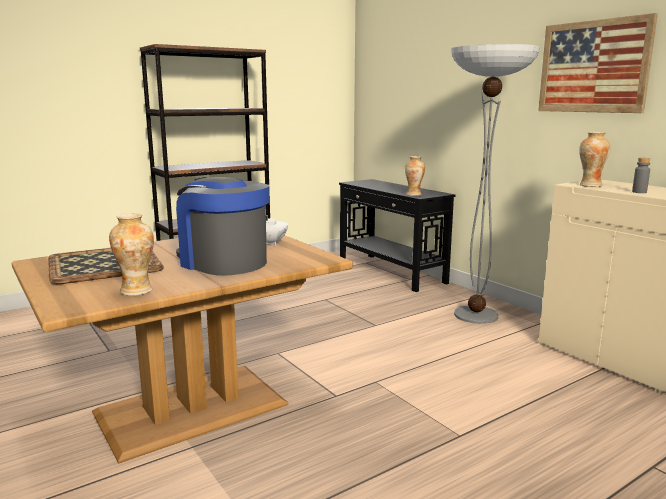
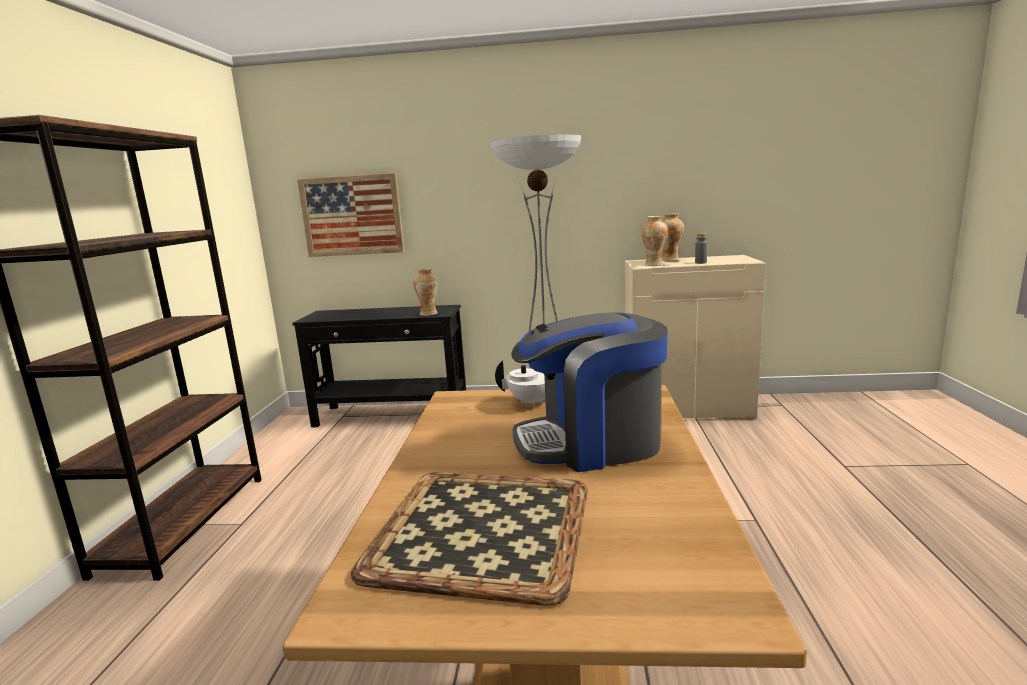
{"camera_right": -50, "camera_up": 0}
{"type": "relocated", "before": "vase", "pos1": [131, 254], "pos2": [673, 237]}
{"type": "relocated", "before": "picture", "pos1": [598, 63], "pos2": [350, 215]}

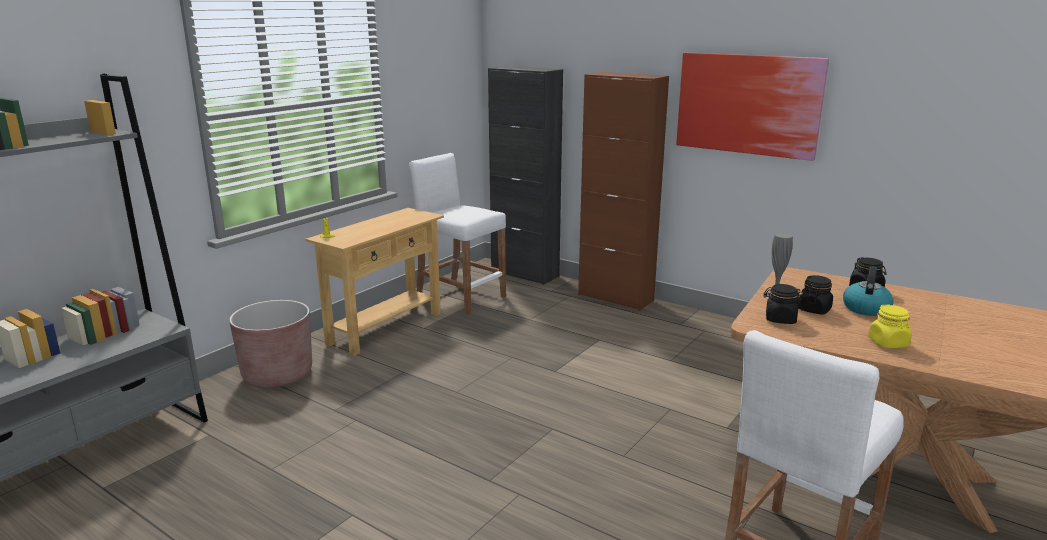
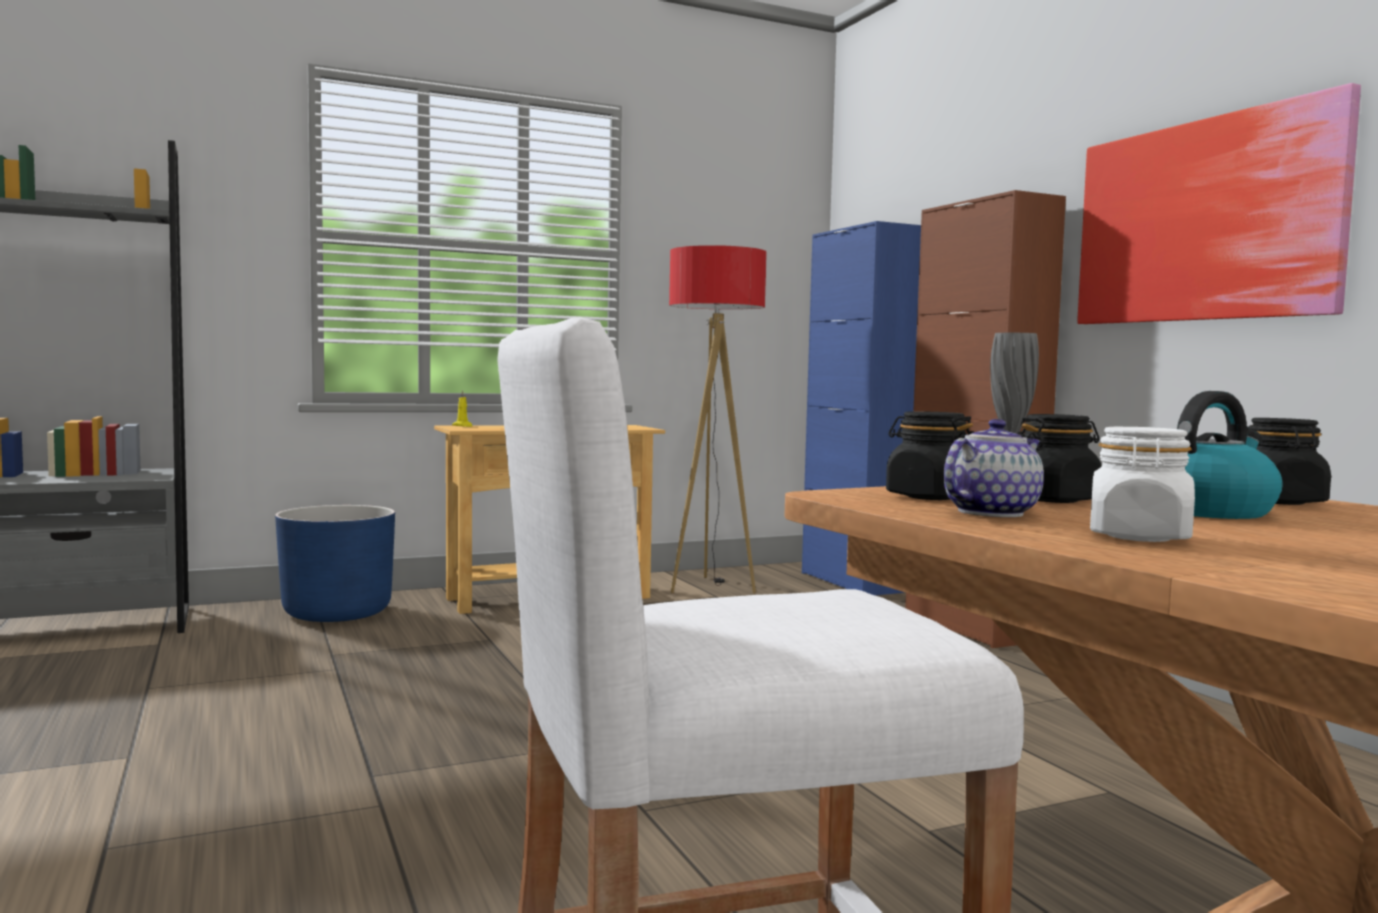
{"camera_right": 30, "camera_up": -15}
{"type": "colour", "before": "planter/brown", "after": "planter/blue", "pos1": [270, 344], "pos2": [335, 563]}
{"type": "exchanged", "before": "stool/white", "after": "floor lamp", "pos1": [457, 233], "pos2": [718, 419]}
{"type": "colour", "before": "cabinet/black", "after": "cabinet/blue", "pos1": [525, 175], "pos2": [861, 408]}
{"type": "colour", "before": "jar/yellow", "after": "jar/white", "pos1": [890, 326], "pos2": [1142, 484]}
{"type": "appeared", "after": "teapot", "pos2": [994, 468]}

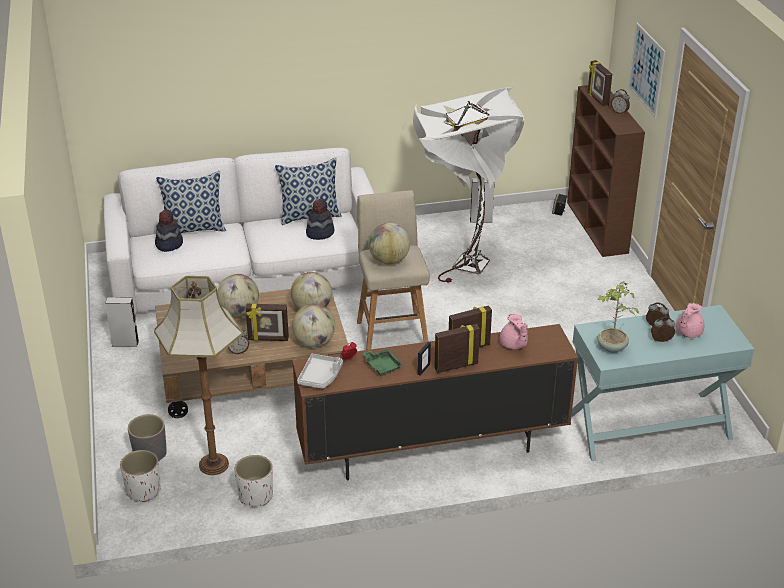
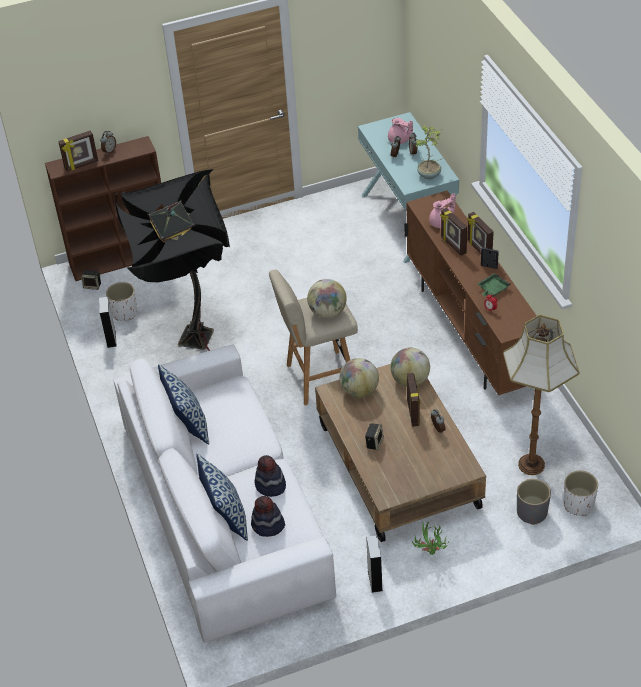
{"camera_right": -95, "camera_up": 10}
{"type": "exchanged", "before": "globe", "after": "speaker", "pos1": [238, 294], "pos2": [374, 436]}
{"type": "relocated", "before": "planter/white", "pos1": [253, 480], "pos2": [121, 301]}
{"type": "missing", "before": "tray/grey", "pos1": [320, 371]}
{"type": "relocated", "before": "hat", "pos1": [320, 219], "pos2": [270, 476]}
{"type": "colour", "before": "floor lamp/white", "after": "floor lamp/black", "pos1": [468, 185], "pos2": [173, 260]}
{"type": "missing", "before": "picture", "pos1": [646, 70]}
{"type": "appeared", "after": "potted plant", "pos2": [431, 538]}

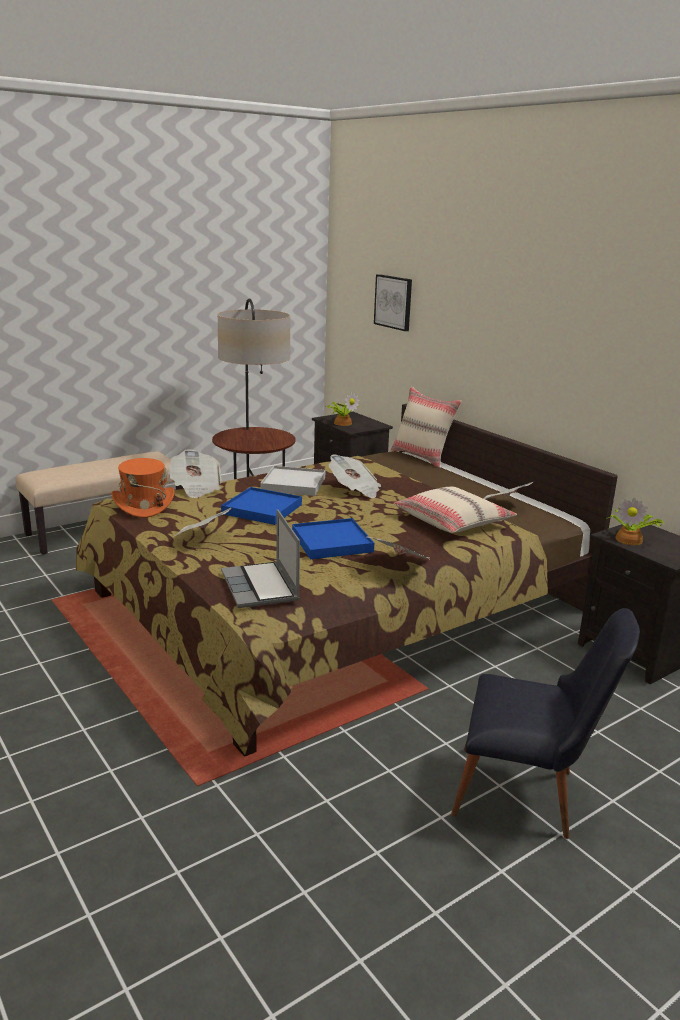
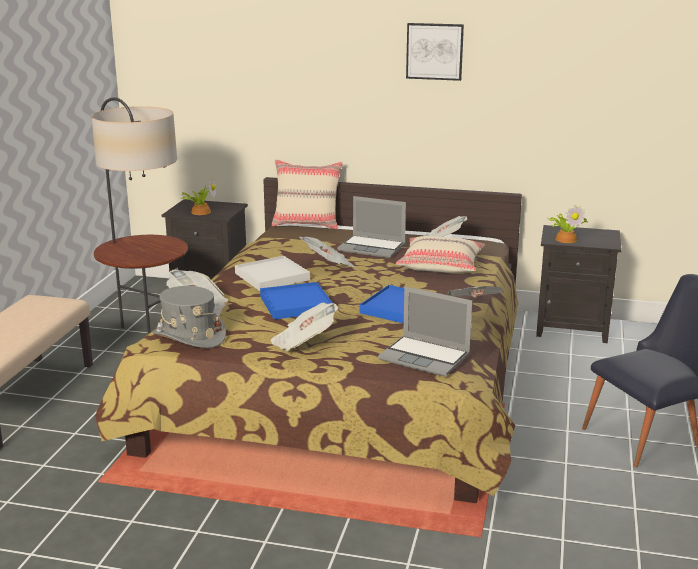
{"camera_right": -40, "camera_up": 0}
{"type": "colour", "before": "hat/orange", "after": "hat/grey", "pos1": [143, 488], "pos2": [189, 317]}
{"type": "relocated", "before": "picture", "pos1": [393, 302], "pos2": [435, 52]}
{"type": "appeared", "after": "laptop", "pos2": [371, 227]}

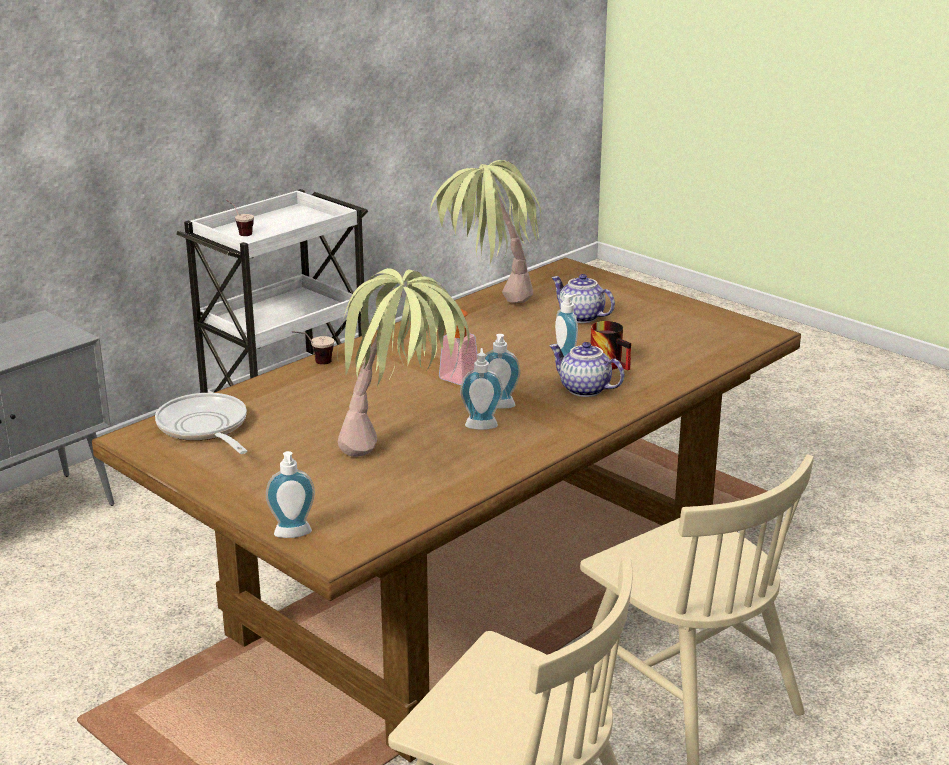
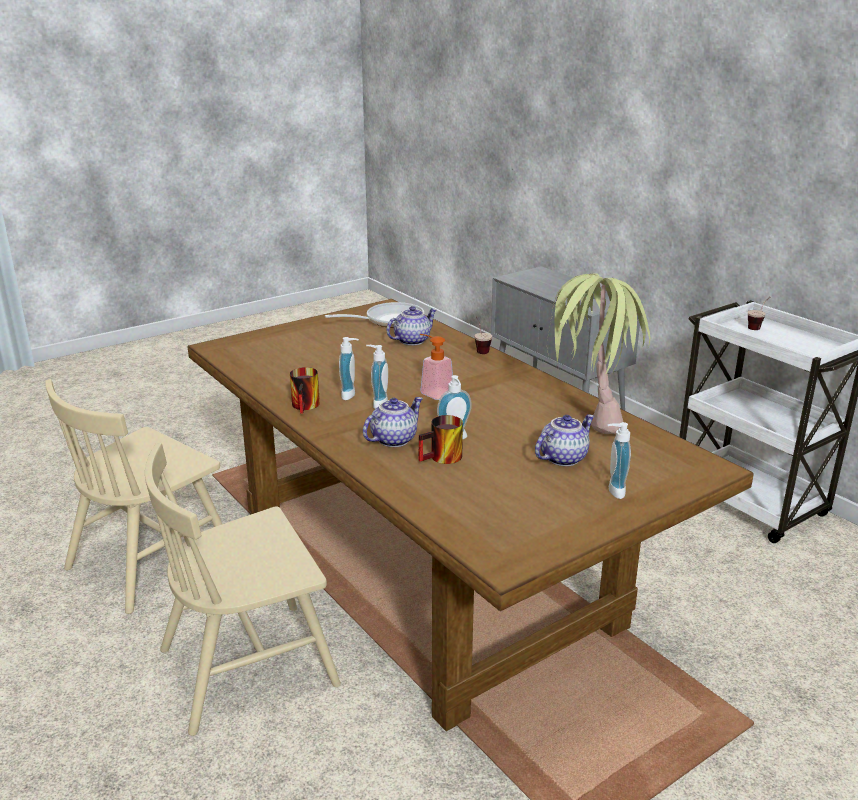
{"camera_right": 100, "camera_up": 0}
{"type": "relocated", "before": "soap dispenser", "pos1": [290, 494], "pos2": [619, 460]}
{"type": "missing", "before": "potted plant", "pos1": [403, 362]}
{"type": "appeared", "after": "mug", "pos2": [305, 390]}
{"type": "appeared", "after": "teapot", "pos2": [412, 325]}

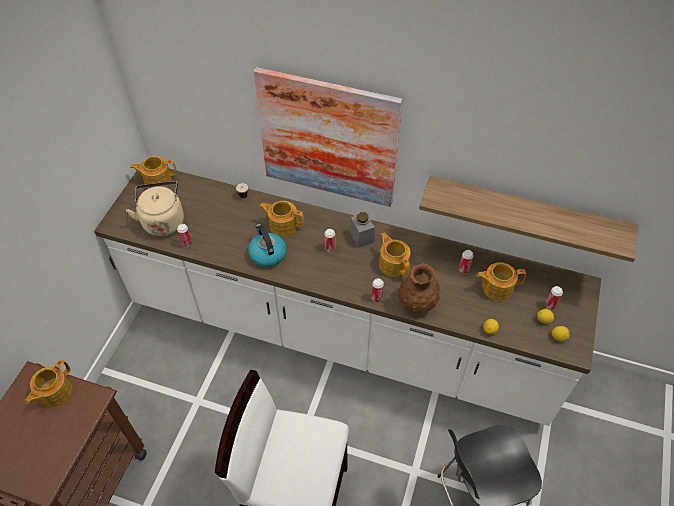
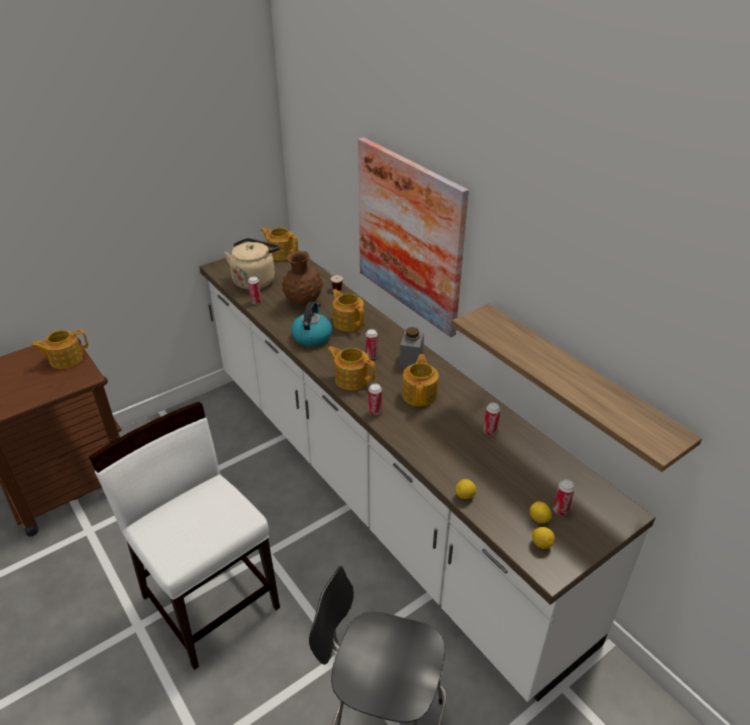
{"camera_right": 35, "camera_up": -15}
{"type": "relocated", "before": "vase/brown", "pos1": [419, 288], "pos2": [302, 278]}
{"type": "relocated", "before": "teapot", "pos1": [501, 281], "pos2": [351, 368]}

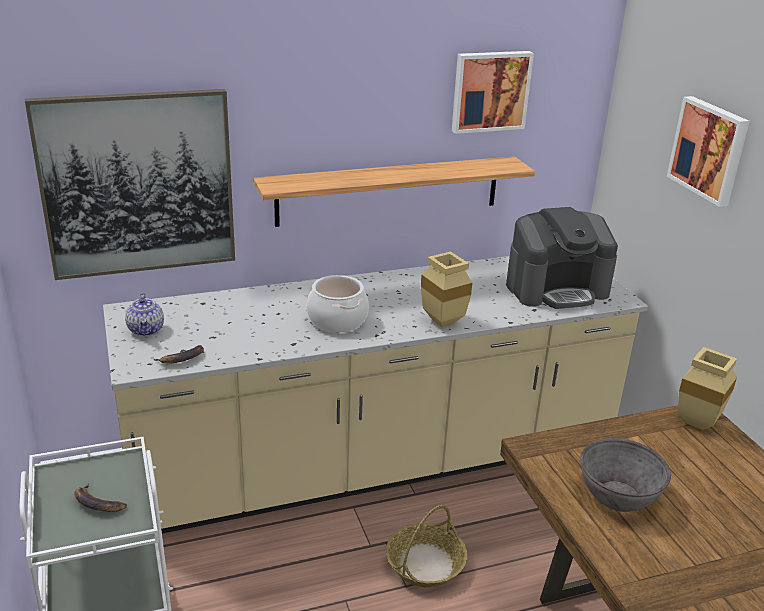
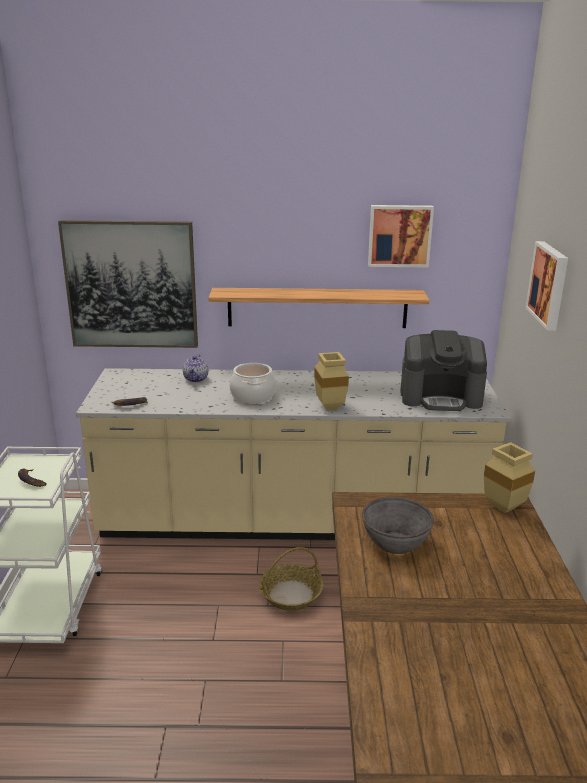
{"camera_right": 20, "camera_up": -5}
{"type": "relocated", "before": "teapot", "pos1": [144, 314], "pos2": [195, 368]}

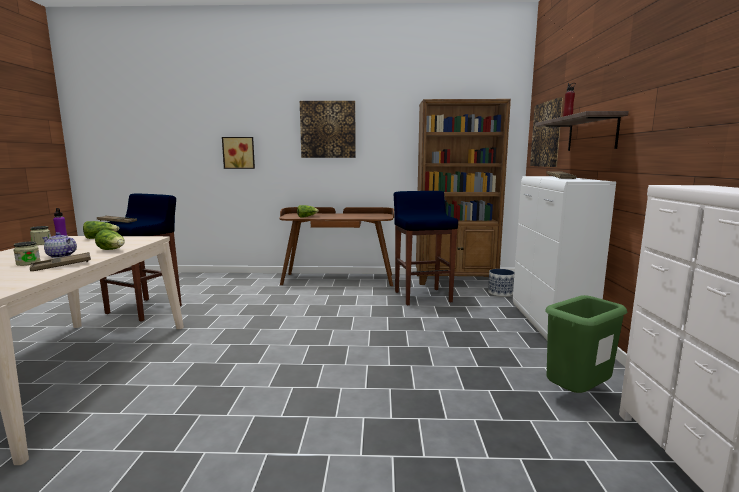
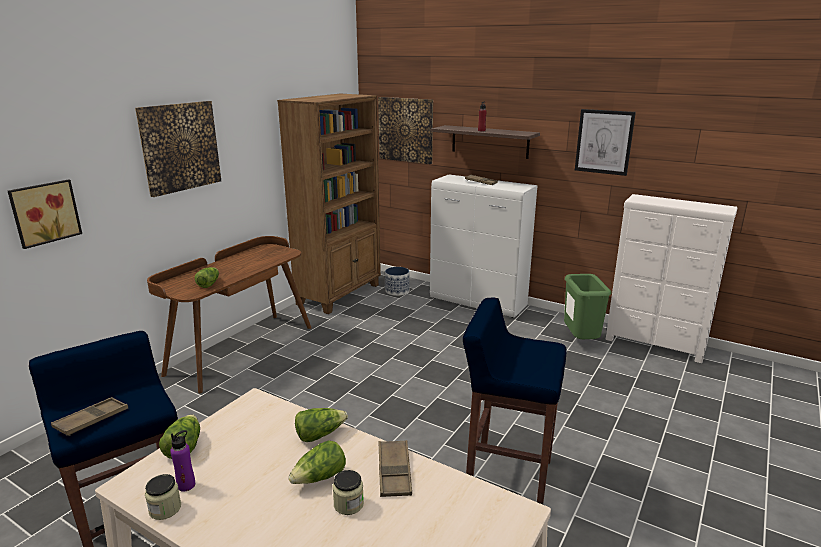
{"camera_right": -60, "camera_up": 10}
{"type": "exchanged", "before": "teapot", "after": "lettuce", "pos1": [59, 245], "pos2": [317, 462]}
{"type": "relocated", "before": "stool/blue", "pos1": [426, 248], "pos2": [515, 400]}
{"type": "appeared", "after": "picture", "pos2": [605, 142]}

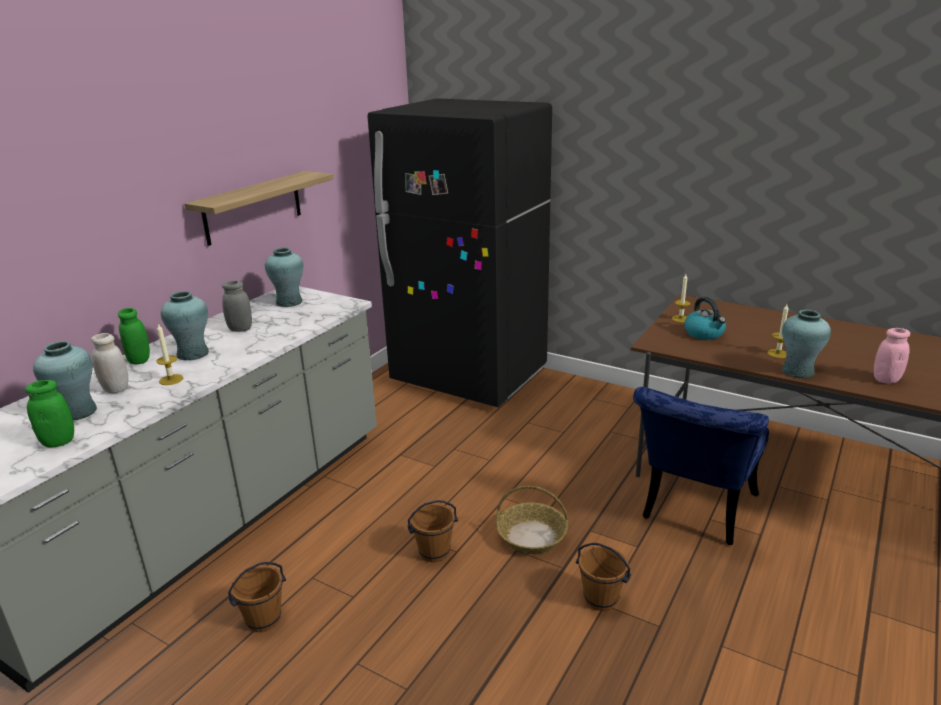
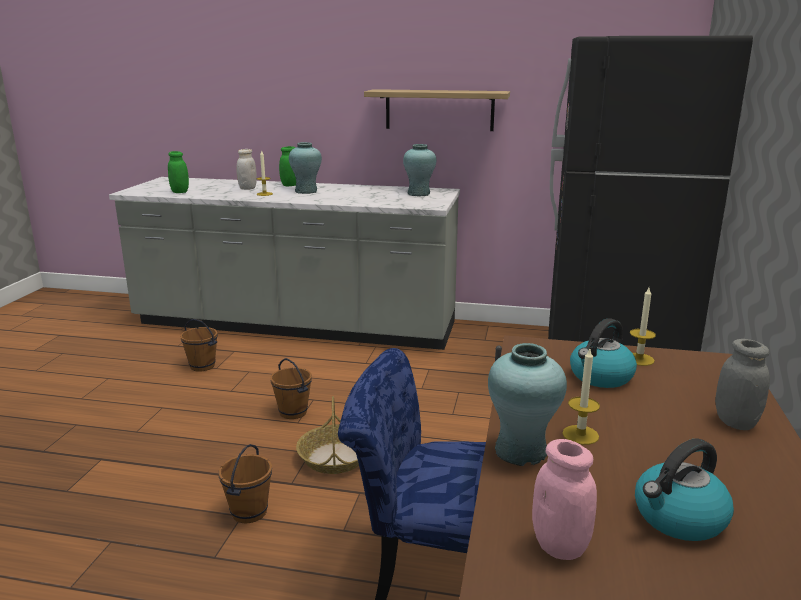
{"camera_right": 70, "camera_up": -5}
{"type": "missing", "before": "vase/turquoise", "pos1": [65, 381]}
{"type": "relocated", "before": "jar/grey", "pos1": [237, 306], "pos2": [742, 384]}
{"type": "appeared", "after": "kettle", "pos2": [684, 489]}

